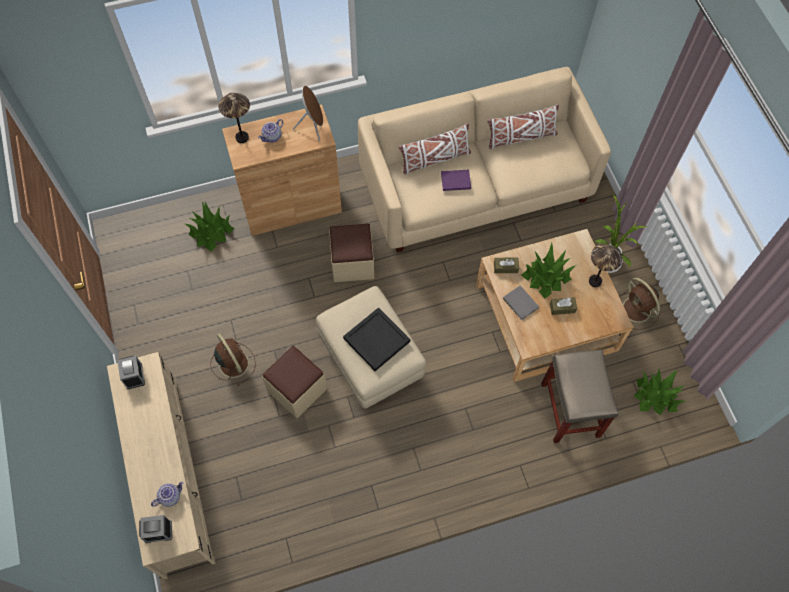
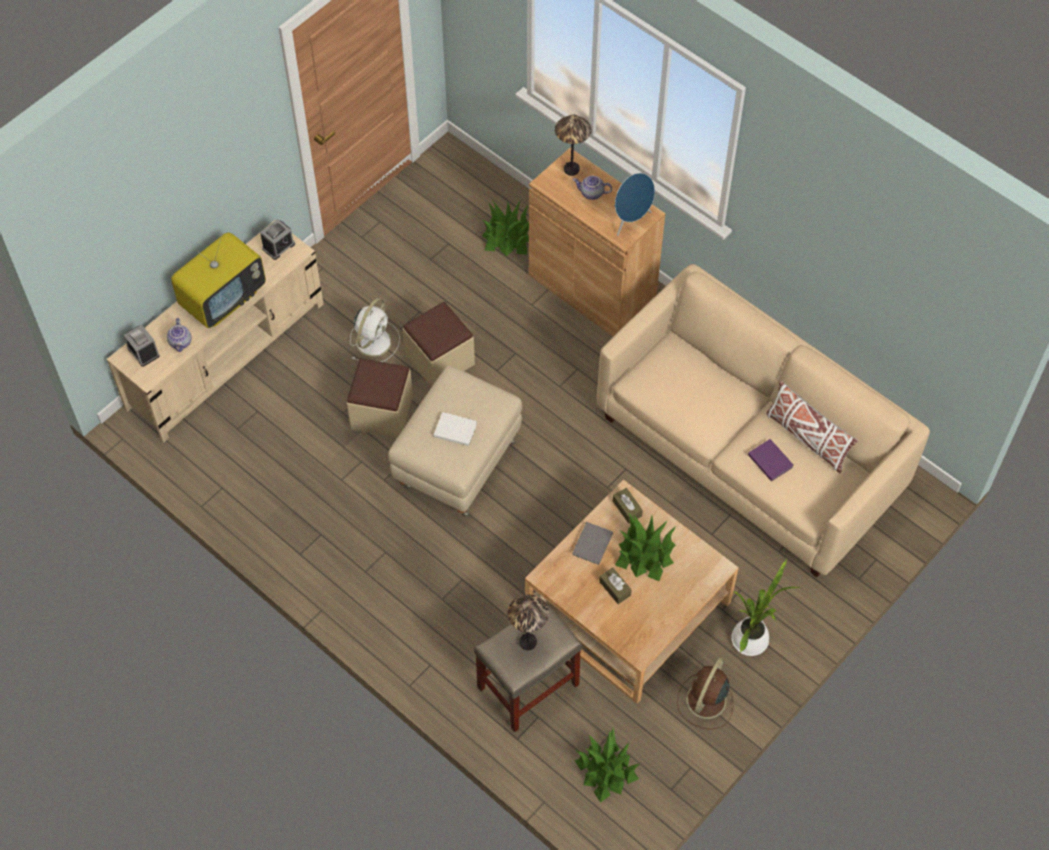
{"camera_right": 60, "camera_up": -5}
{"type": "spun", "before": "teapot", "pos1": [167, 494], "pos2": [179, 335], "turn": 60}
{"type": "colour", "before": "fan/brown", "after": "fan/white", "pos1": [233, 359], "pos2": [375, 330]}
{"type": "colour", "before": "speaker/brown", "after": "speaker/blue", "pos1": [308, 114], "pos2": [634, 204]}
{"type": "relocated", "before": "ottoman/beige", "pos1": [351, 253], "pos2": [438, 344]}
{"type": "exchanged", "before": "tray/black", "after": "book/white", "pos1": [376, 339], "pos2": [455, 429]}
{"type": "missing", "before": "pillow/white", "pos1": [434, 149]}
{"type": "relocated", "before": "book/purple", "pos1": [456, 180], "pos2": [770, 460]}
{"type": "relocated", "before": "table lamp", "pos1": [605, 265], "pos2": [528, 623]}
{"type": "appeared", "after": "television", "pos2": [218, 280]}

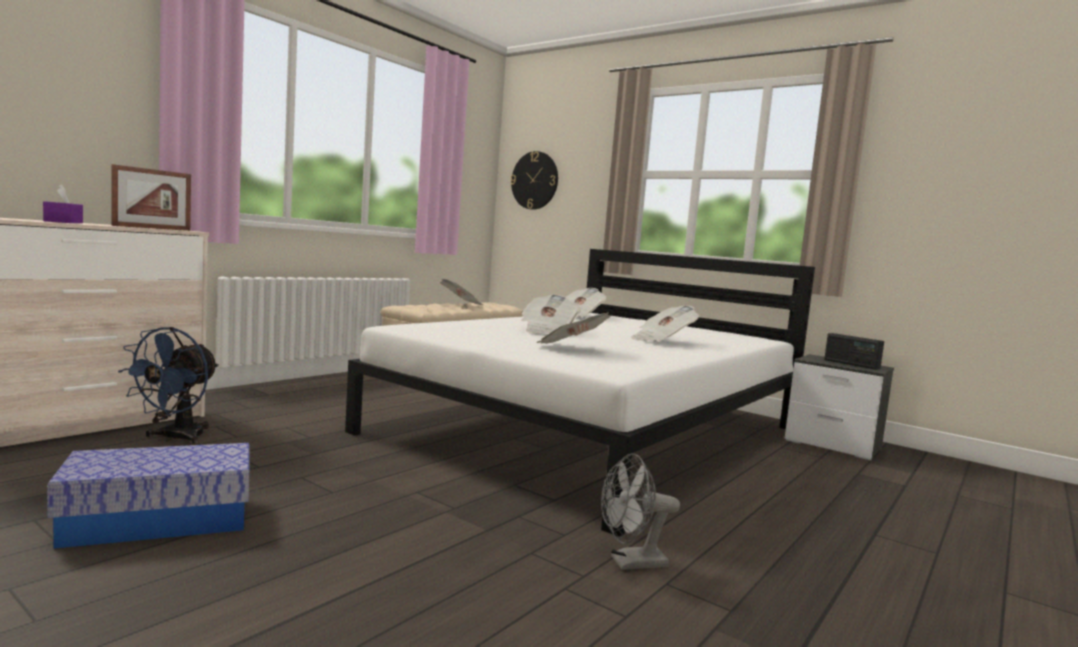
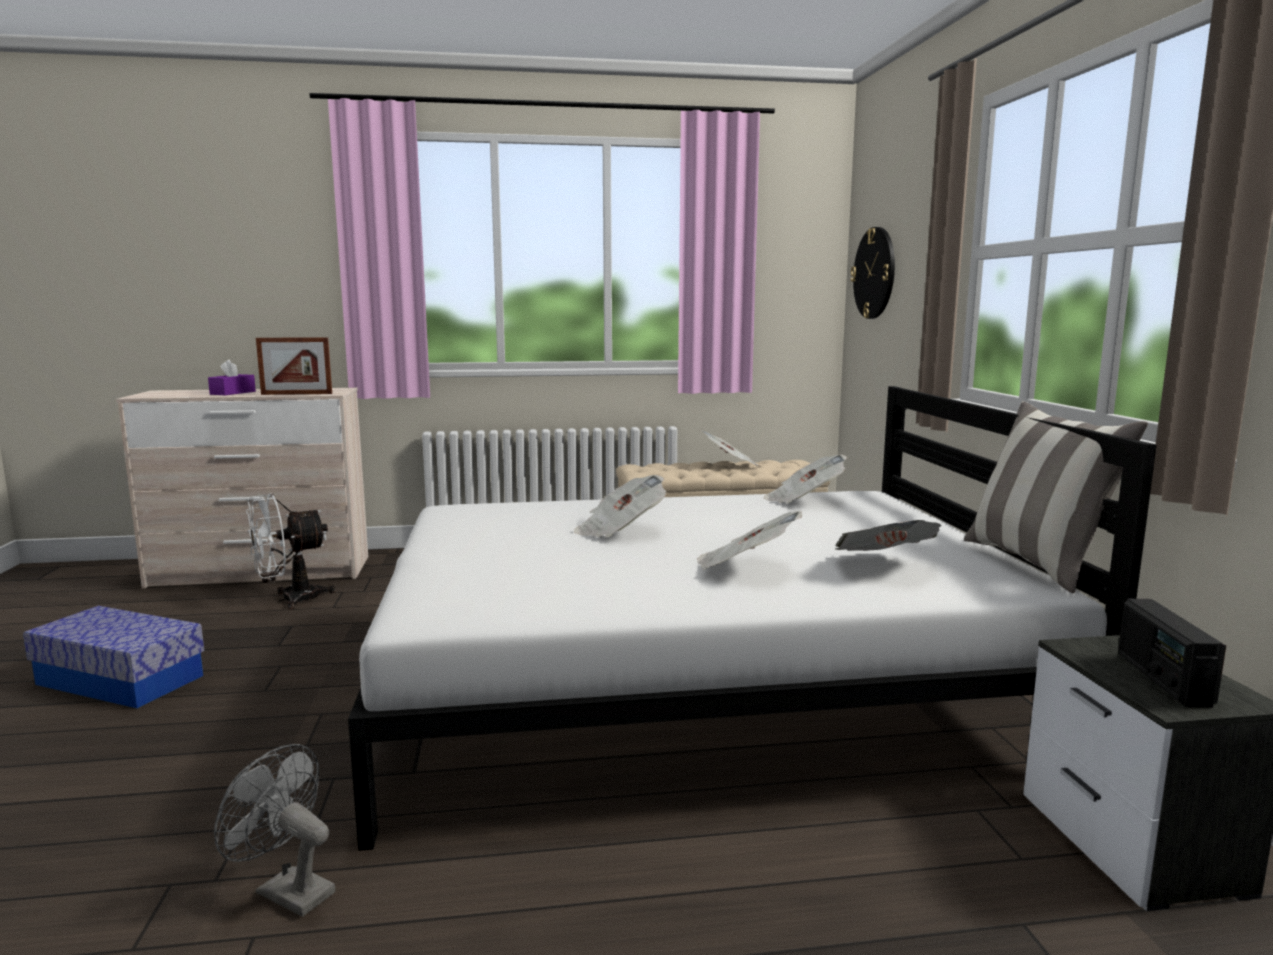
{"camera_right": 45, "camera_up": 5}
{"type": "colour", "before": "fan/blue", "after": "fan/white", "pos1": [168, 386], "pos2": [290, 551]}
{"type": "relocated", "before": "newspaper", "pos1": [573, 328], "pos2": [888, 535]}
{"type": "appeared", "after": "pillow", "pos2": [1056, 497]}

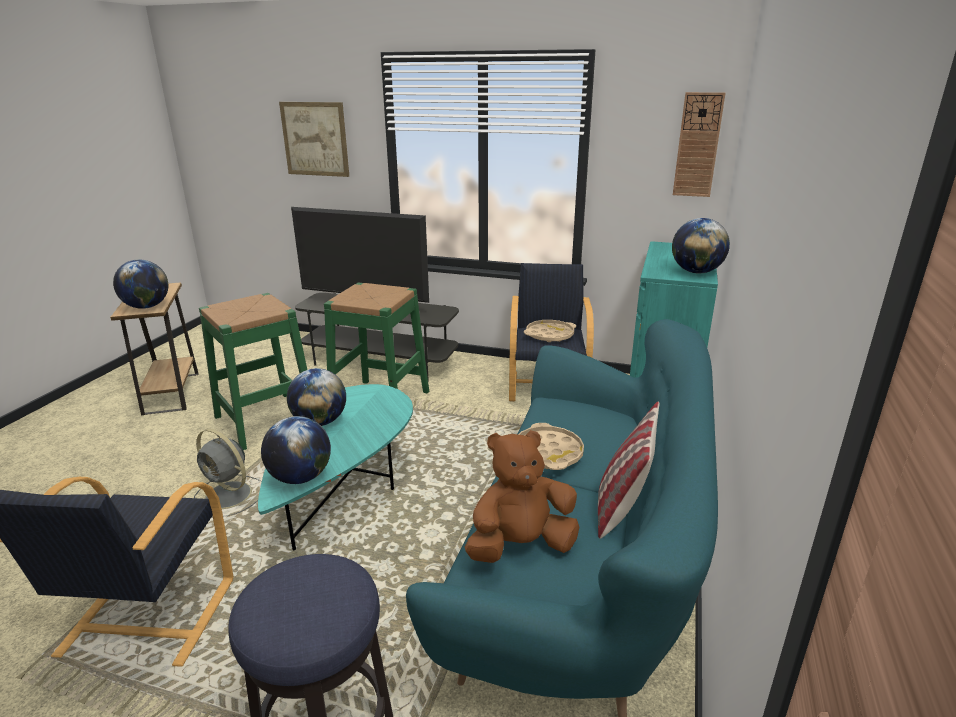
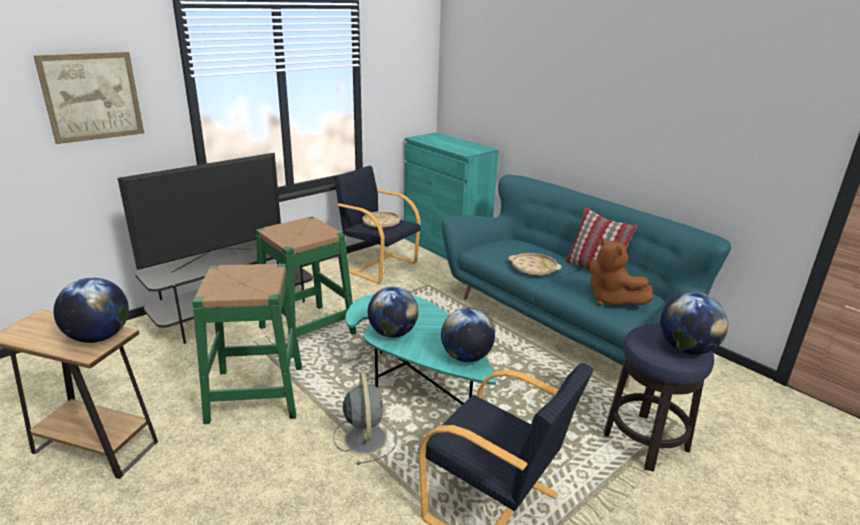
{"camera_right": -60, "camera_up": 0}
{"type": "spun", "before": "fan/grey", "pos1": [228, 472], "pos2": [365, 419], "turn": -75}
{"type": "spun", "before": "plush toy/brown", "pos1": [522, 496], "pos2": [621, 272], "turn": -45}
{"type": "relocated", "before": "globe", "pos1": [701, 245], "pos2": [694, 323]}
{"type": "missing", "before": "wall clock", "pos1": [699, 144]}

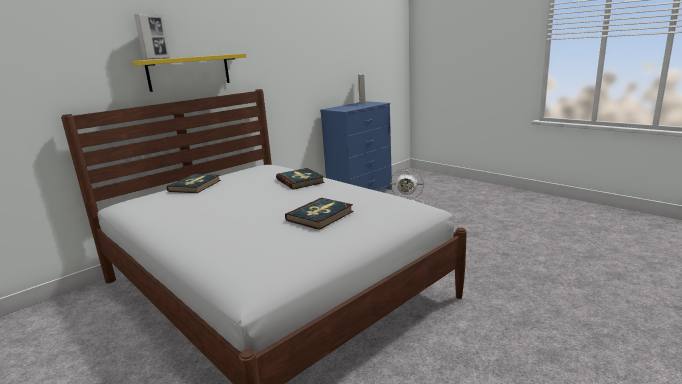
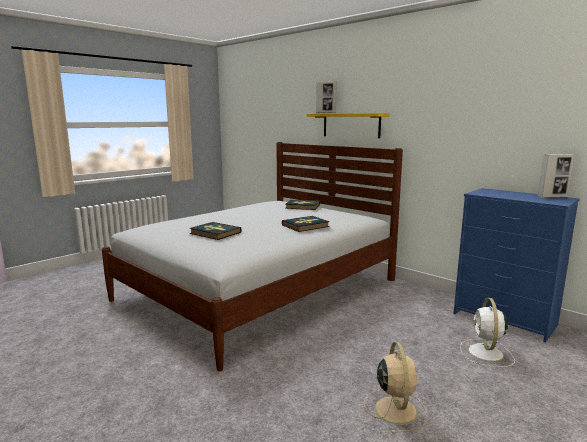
{"camera_right": 85, "camera_up": -5}
{"type": "appeared", "after": "fan/beige", "pos2": [395, 387]}

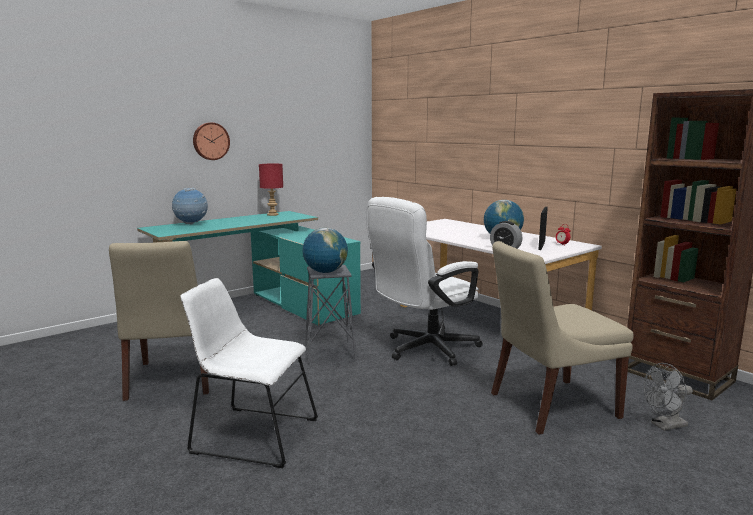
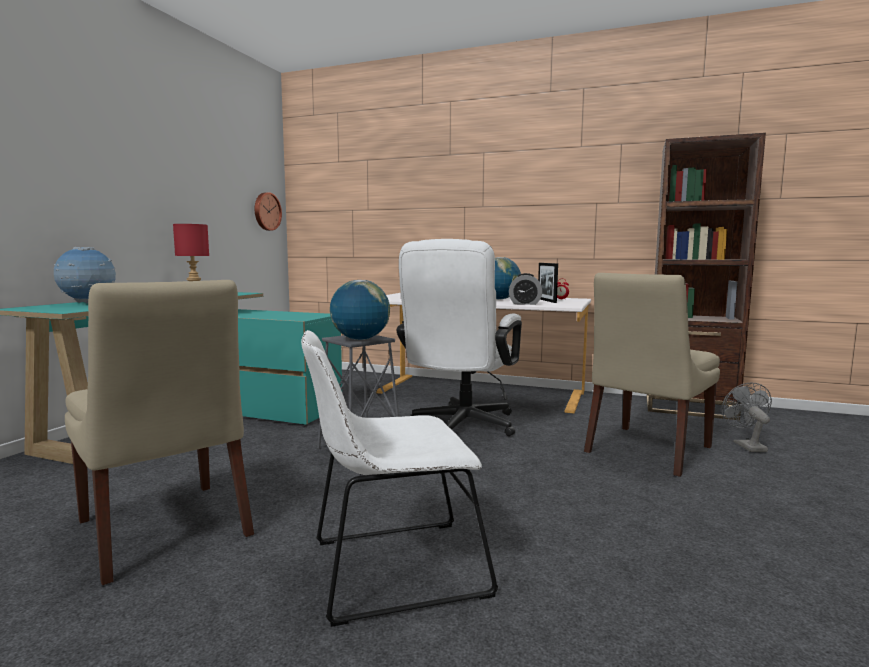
{"camera_right": -30, "camera_up": -5}
{"type": "relocated", "before": "wall clock", "pos1": [211, 141], "pos2": [268, 211]}
{"type": "spun", "before": "fan/grey", "pos1": [668, 397], "pos2": [747, 417], "turn": 135}

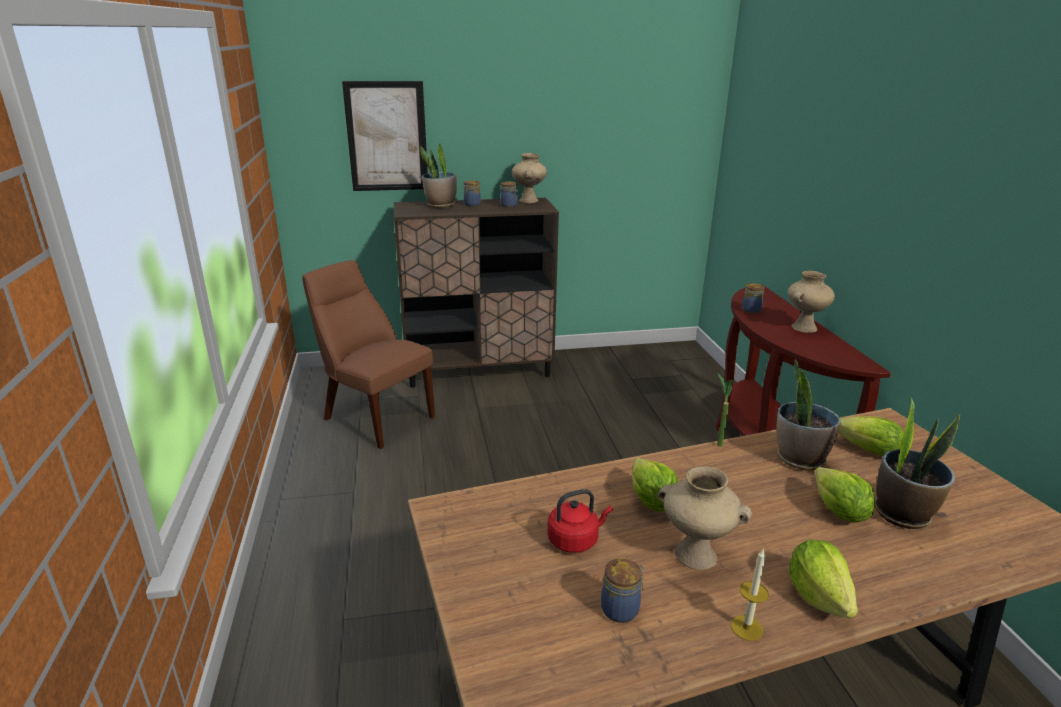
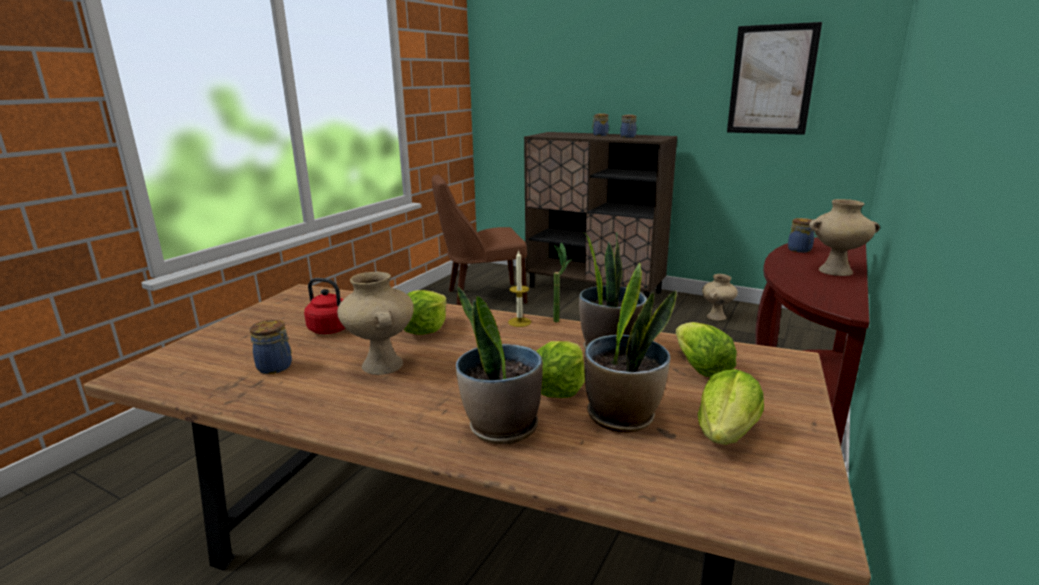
{"camera_right": 40, "camera_up": -5}
{"type": "spun", "before": "chair/brown", "pos1": [368, 354], "pos2": [479, 239], "turn": -90}
{"type": "relocated", "before": "picture", "pos1": [385, 136], "pos2": [774, 78]}
{"type": "relocated", "before": "potted plant", "pos1": [438, 175], "pos2": [499, 365]}
{"type": "relocated", "before": "vase/beige", "pos1": [529, 178], "pos2": [720, 297]}
{"type": "relocated", "before": "candle", "pos1": [750, 595], "pos2": [519, 288]}
{"type": "relocated", "before": "lettuce", "pos1": [823, 578], "pos2": [731, 407]}

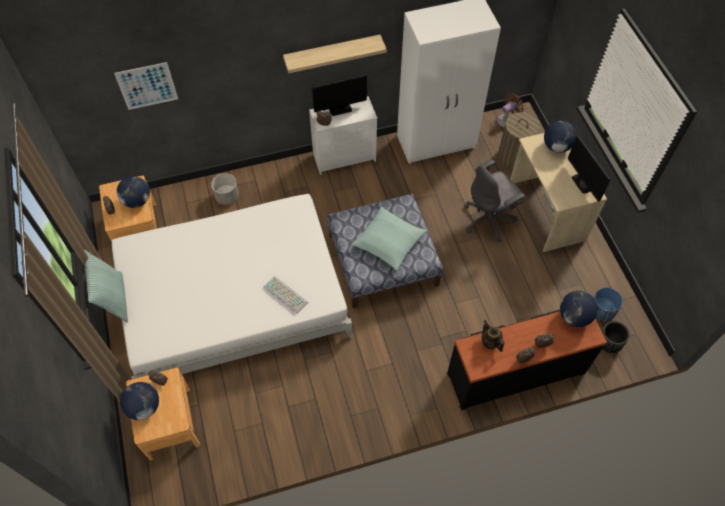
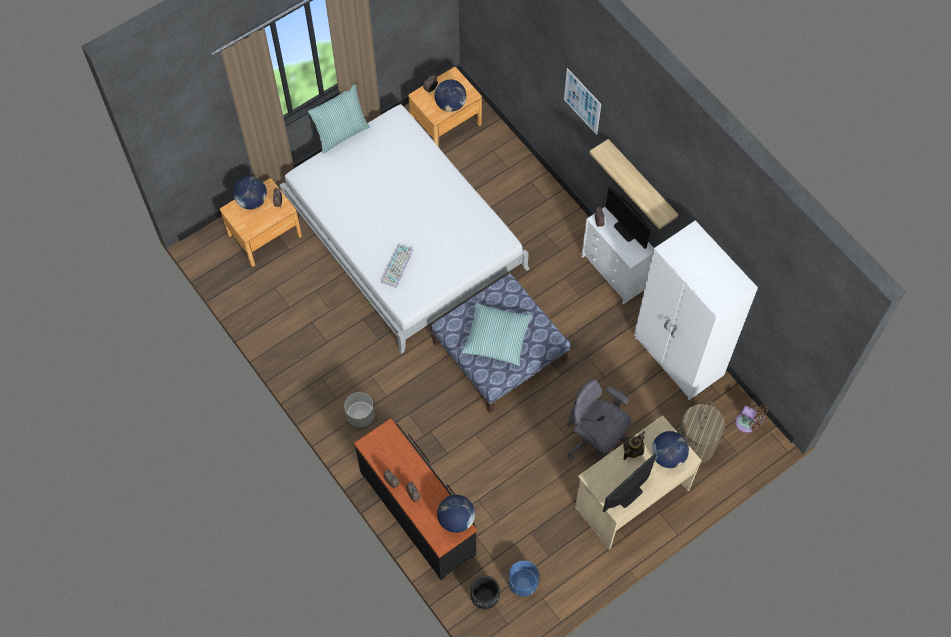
{"camera_right": 70, "camera_up": 5}
{"type": "relocated", "before": "picture", "pos1": [146, 86], "pos2": [582, 101]}
{"type": "relocated", "before": "planter/grey", "pos1": [225, 189], "pos2": [359, 409]}
{"type": "relocated", "before": "teapot", "pos1": [493, 336], "pos2": [634, 445]}

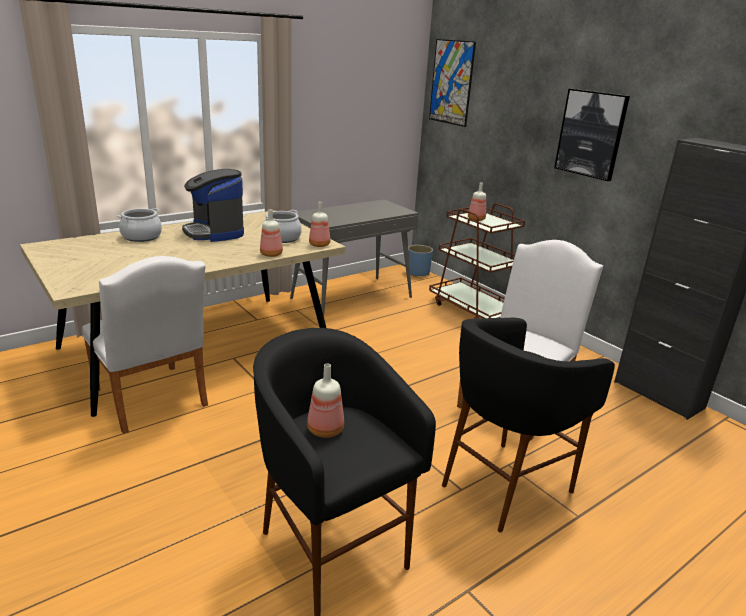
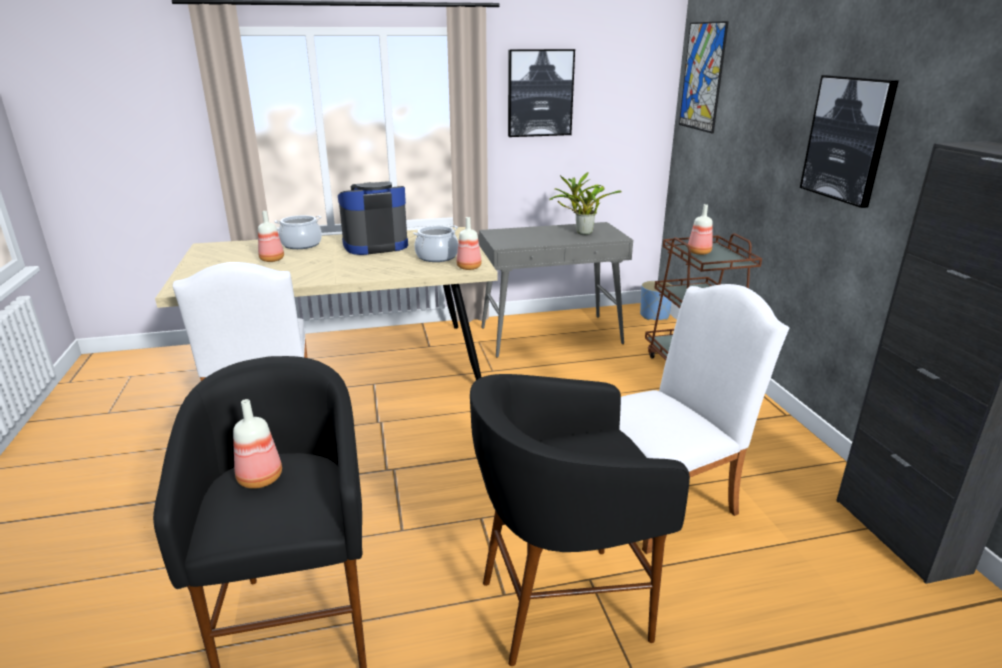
{"camera_right": 25, "camera_up": 0}
{"type": "spun", "before": "coffee machine", "pos1": [213, 205], "pos2": [373, 218], "turn": 75}
{"type": "relocated", "before": "bottle", "pos1": [271, 233], "pos2": [271, 236]}
{"type": "appeared", "after": "picture", "pos2": [541, 93]}
{"type": "appeared", "after": "potted plant", "pos2": [585, 203]}

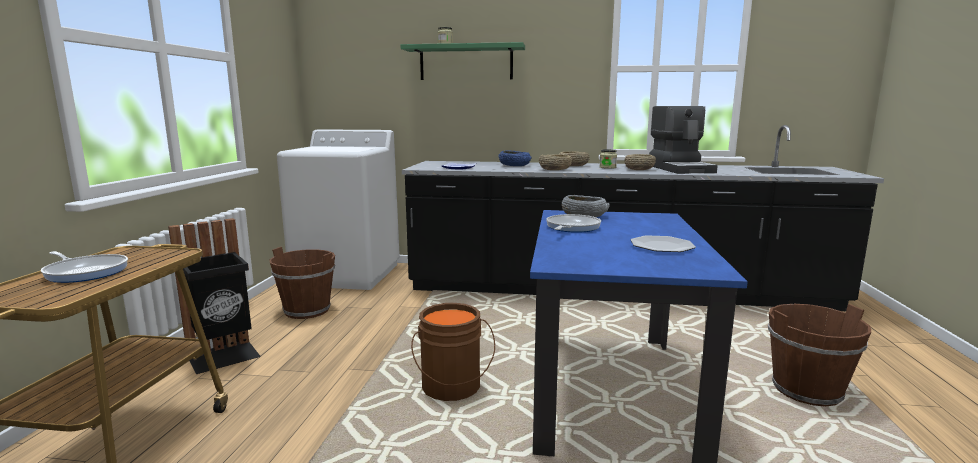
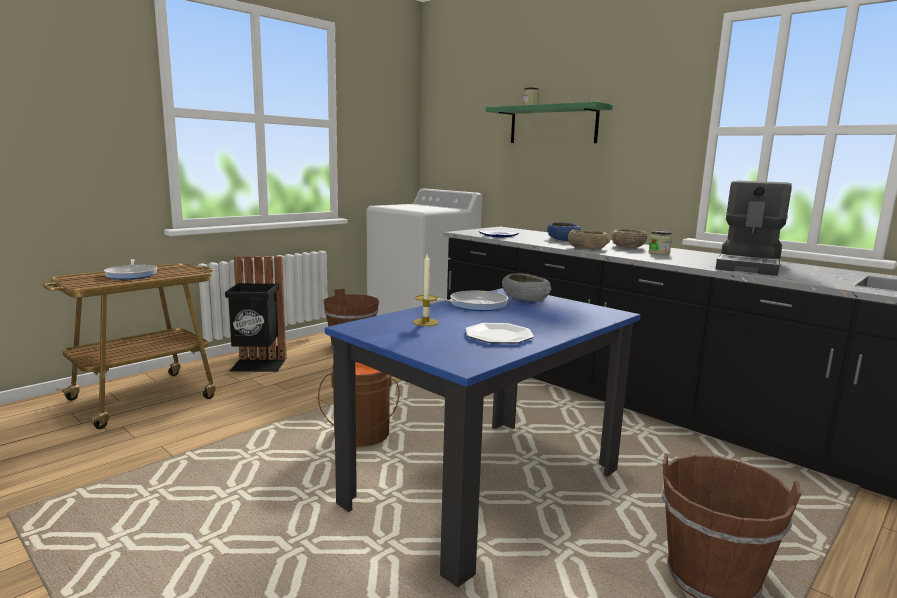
{"camera_right": 35, "camera_up": 0}
{"type": "missing", "before": "bowl/beige", "pos1": [640, 162]}
{"type": "appeared", "after": "candle", "pos2": [426, 290]}

